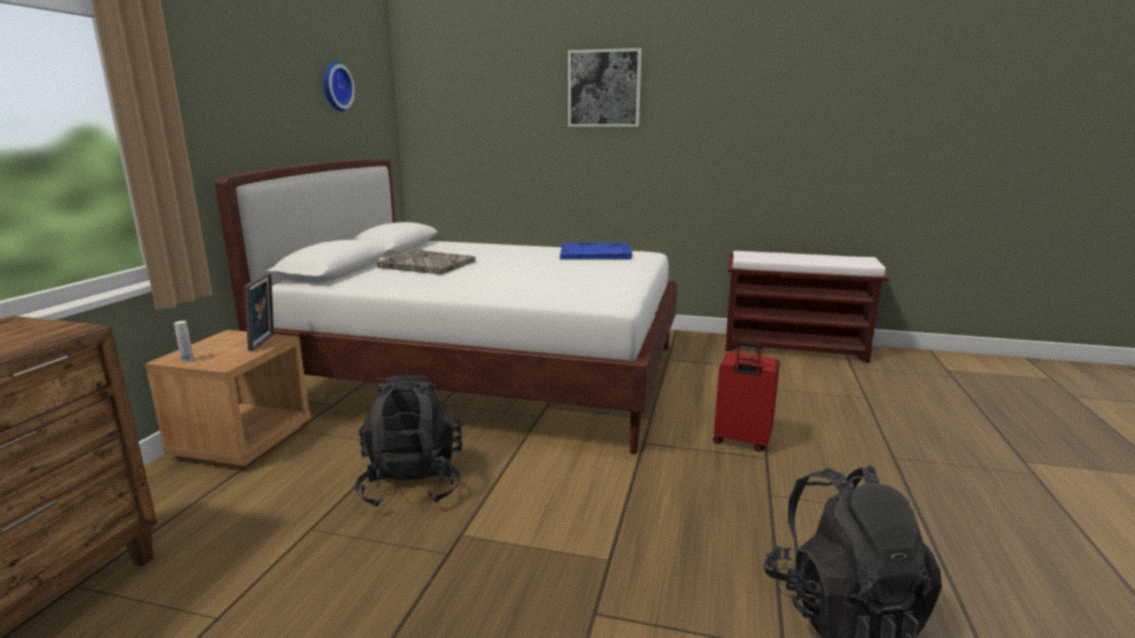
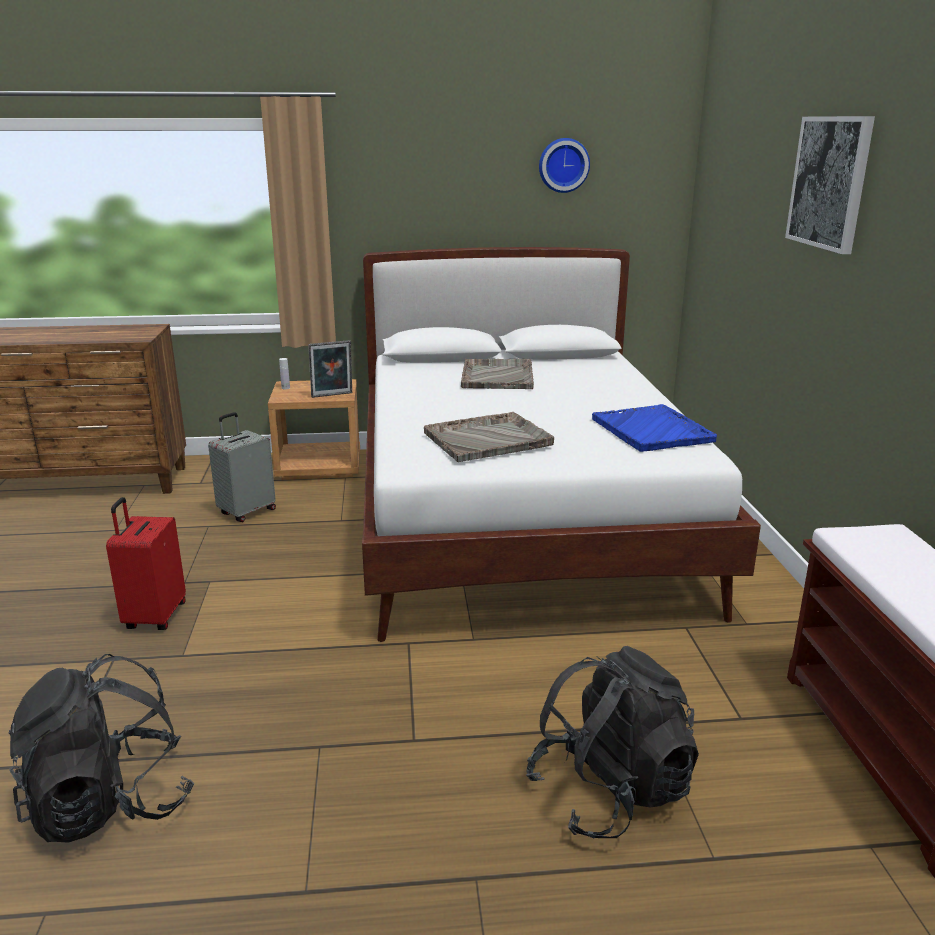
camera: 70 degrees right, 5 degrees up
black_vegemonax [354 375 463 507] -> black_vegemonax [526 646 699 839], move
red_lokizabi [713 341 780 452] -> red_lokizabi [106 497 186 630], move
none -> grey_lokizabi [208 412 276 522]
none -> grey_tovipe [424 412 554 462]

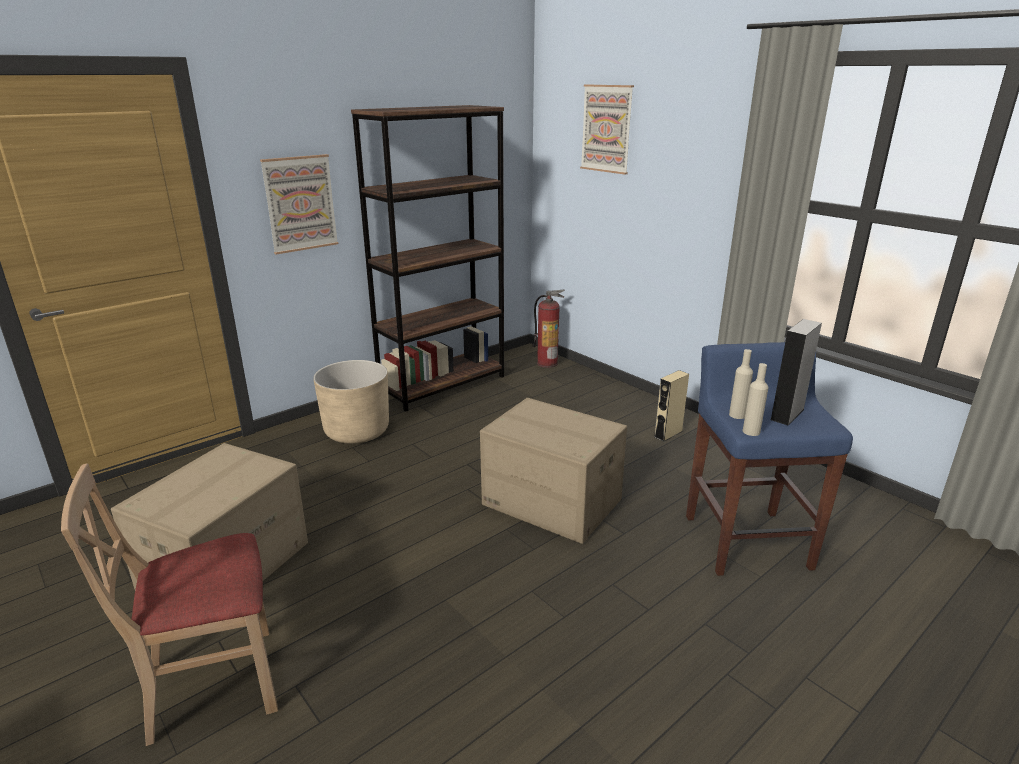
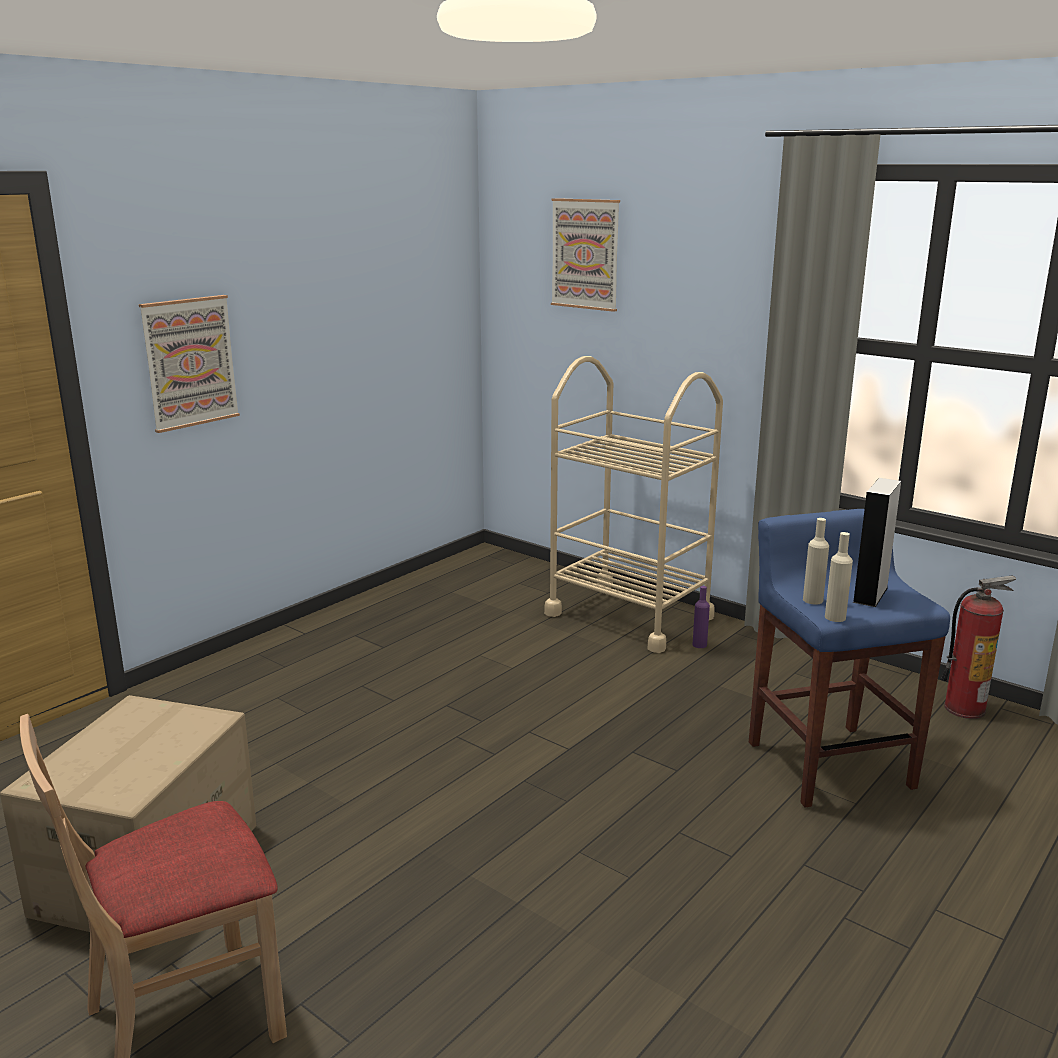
camera: 10 degrees left, 5 degrees down
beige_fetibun [313 360 389 444] -> none
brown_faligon [351 105 504 412] -> none
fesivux [480 398 627 544] -> none
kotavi [533 290 564 368] -> kotavi [941 576 1016 719], move
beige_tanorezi [654 370 689 441] -> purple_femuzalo [693 586 710 648]
none -> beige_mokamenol [544 356 723 653]

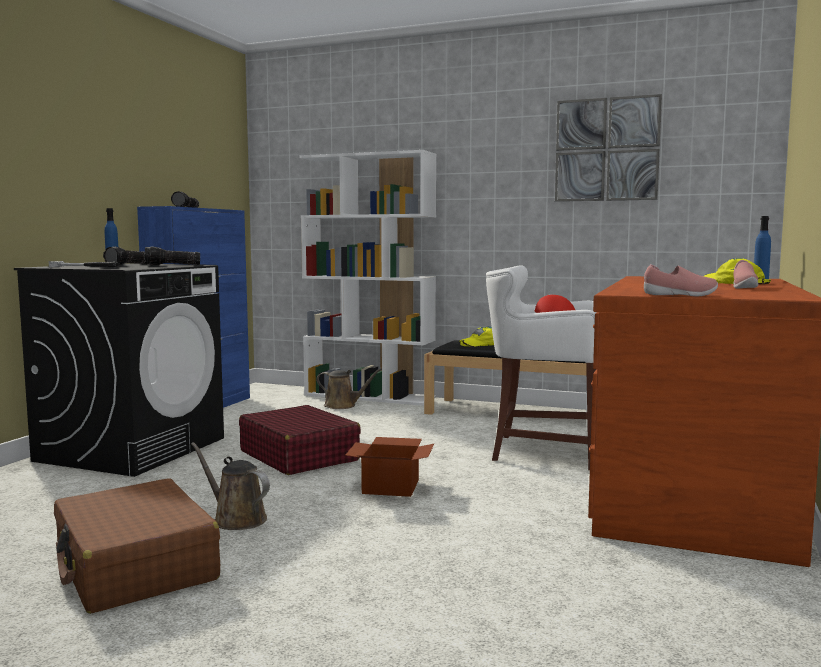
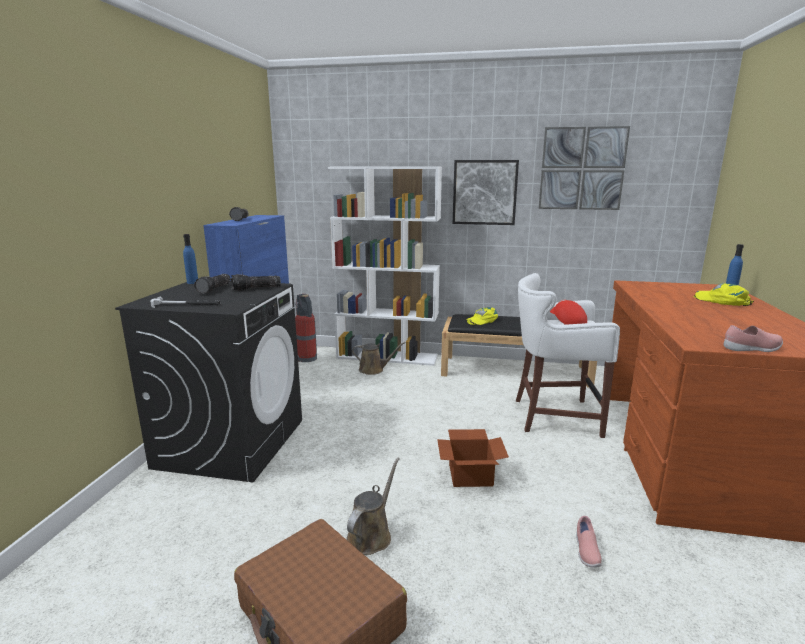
camera: 10 degrees left, 10 degrees up
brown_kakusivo [191 442 270 530] -> brown_kakusivo [346 457 400 555], 90 degrees clockwise
red_lokizabi [239 405 361 475] -> none
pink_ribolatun [733 260 758 288] -> pink_ribolatun [576 516 602 567], move
none -> kotavi [295 294 317 362]
none -> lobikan [453 160 519 225]

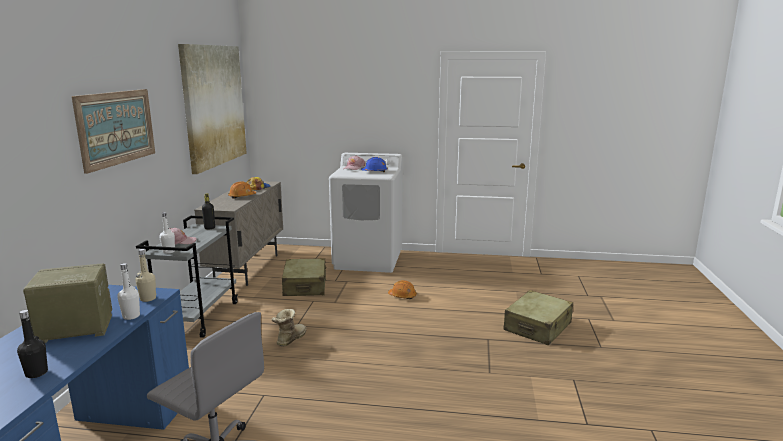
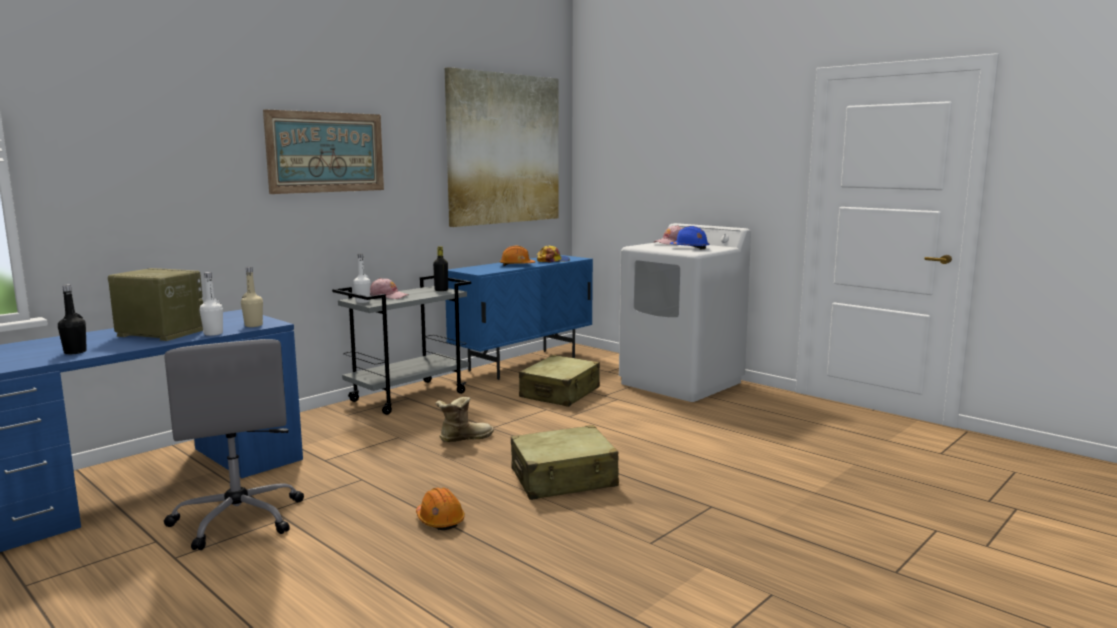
camera: 35 degrees right, 5 degrees down
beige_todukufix [194 181 283 286] -> blue_todukufix [446 255 593 380]
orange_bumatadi [388 280 417 299] -> orange_bumatadi [416 487 465 530], move
beige_lokizabi [503 290 573 346] -> beige_lokizabi [511 425 619 500], move

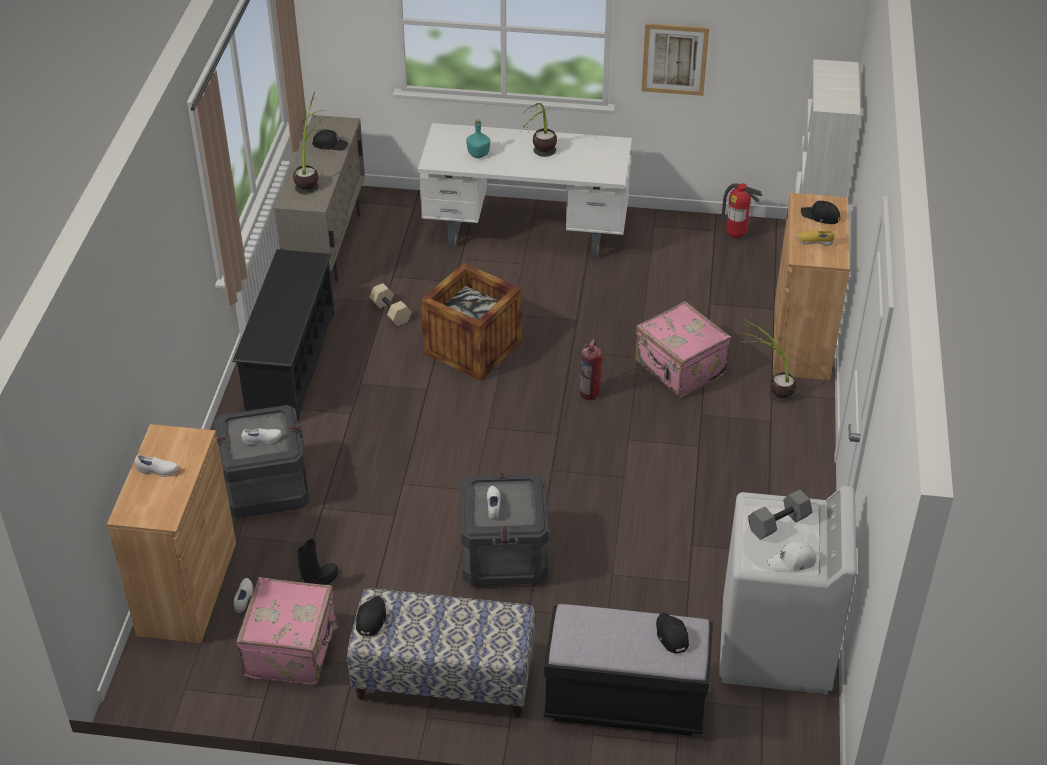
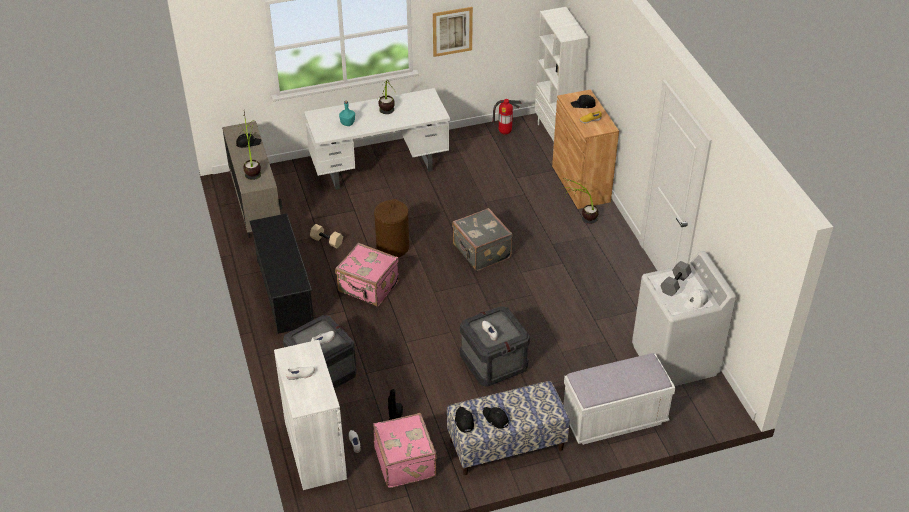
camera: 25 degrees left, 0 degrees up
brown_todukufix [107 424 236 643] -> white_todukufix [274 340 347 490]
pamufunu [421 263 521 381] -> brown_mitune [374 199 409 257]
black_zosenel [544 604 713 736] -> white_zosenel [563 353 676 445]
kotavi [580 339 603 400] -> grey_lokizabi [452 208 512 271]
pink_lokizabi [635 301 731 398] -> pink_lokizabi [335 243 399 306], move
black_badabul [656 613 689 654] -> black_badabul [483 407 509 429], move

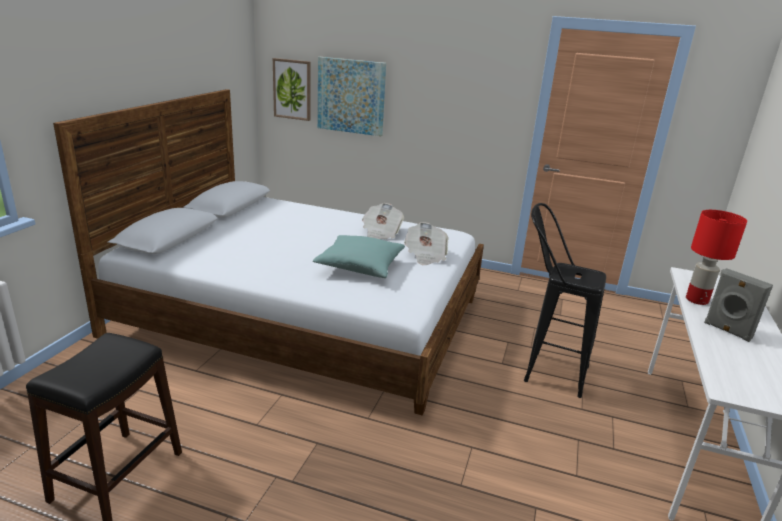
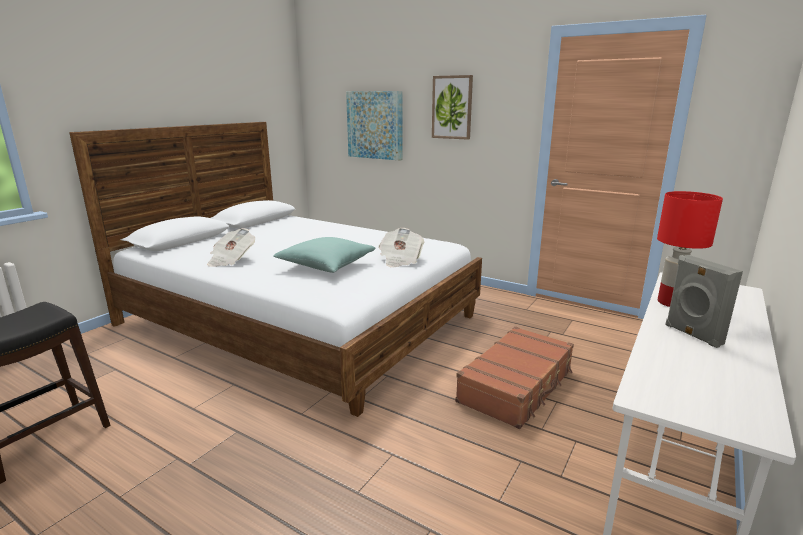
camera: 15 degrees right, 5 degrees down
lobikan [273 58 310 121] -> lobikan [432 75 473 140], move
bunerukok [362 203 404 239] -> bunerukok [207 228 255 267], move
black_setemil [524 203 606 398] -> brown_lokizabi [455 326 574 429]

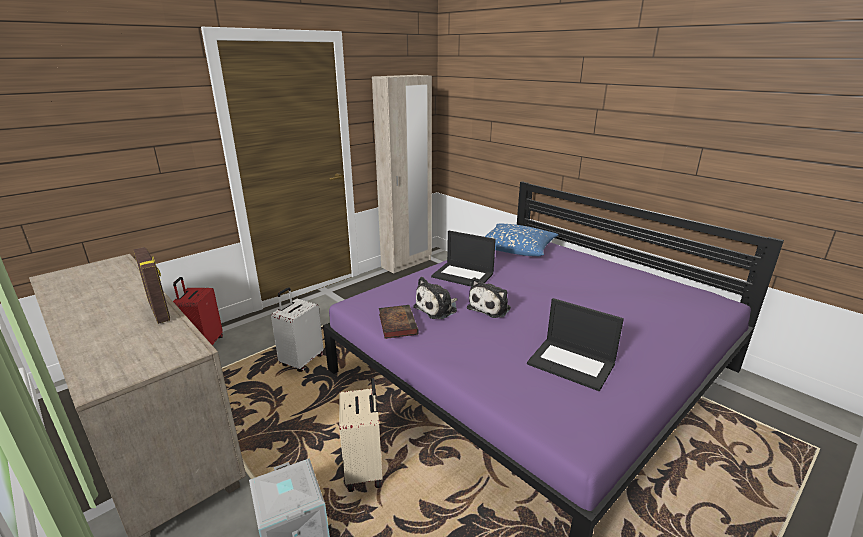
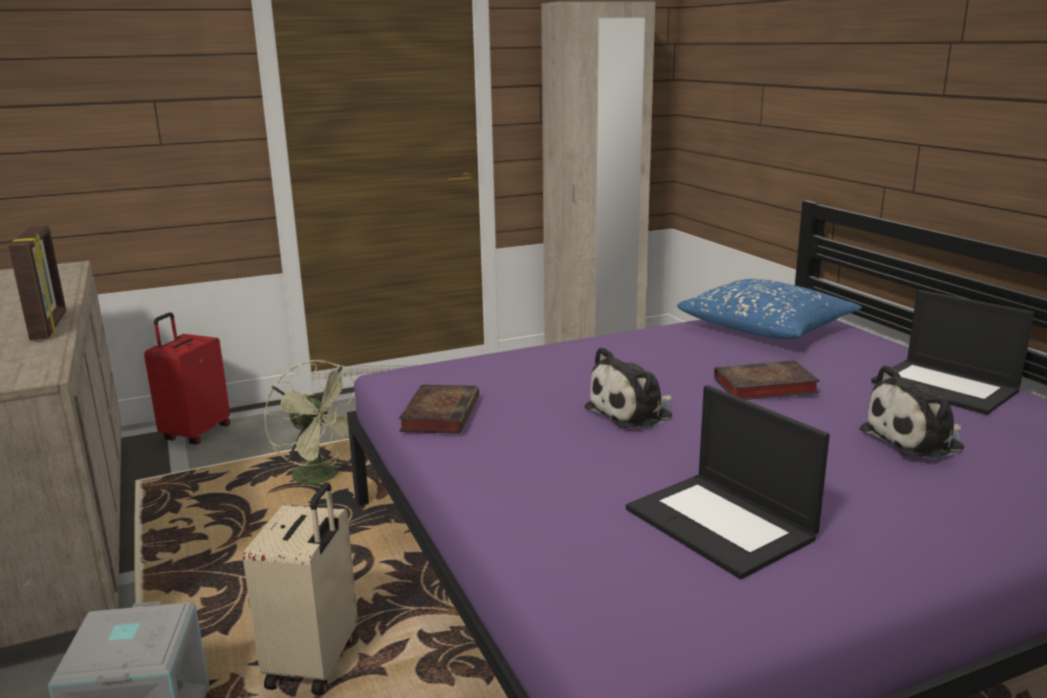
camera: 20 degrees right, 5 degrees down
white_lokizabi [271 287 323 372] -> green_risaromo [264 360 355 485]
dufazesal [413 277 458 319] -> dufazesal [860 365 964 460], move
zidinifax [431 231 496 286] -> zidinifax [871 290 1034 415], move
none -> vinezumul [714 360 820 400]

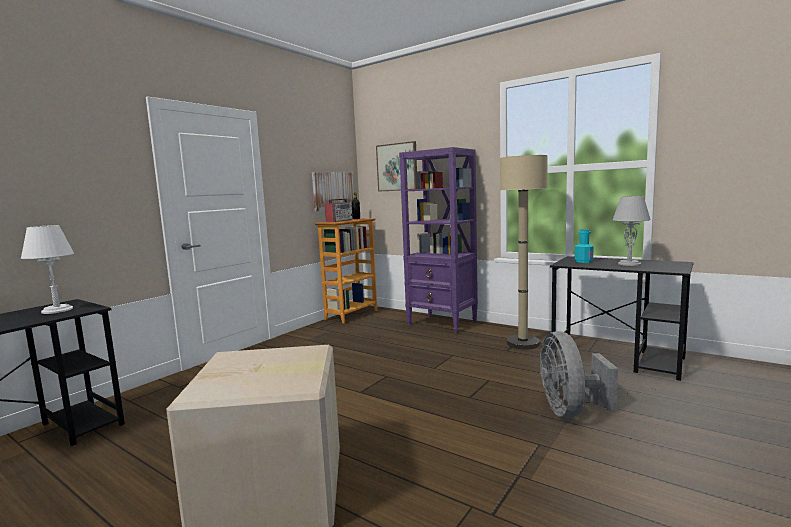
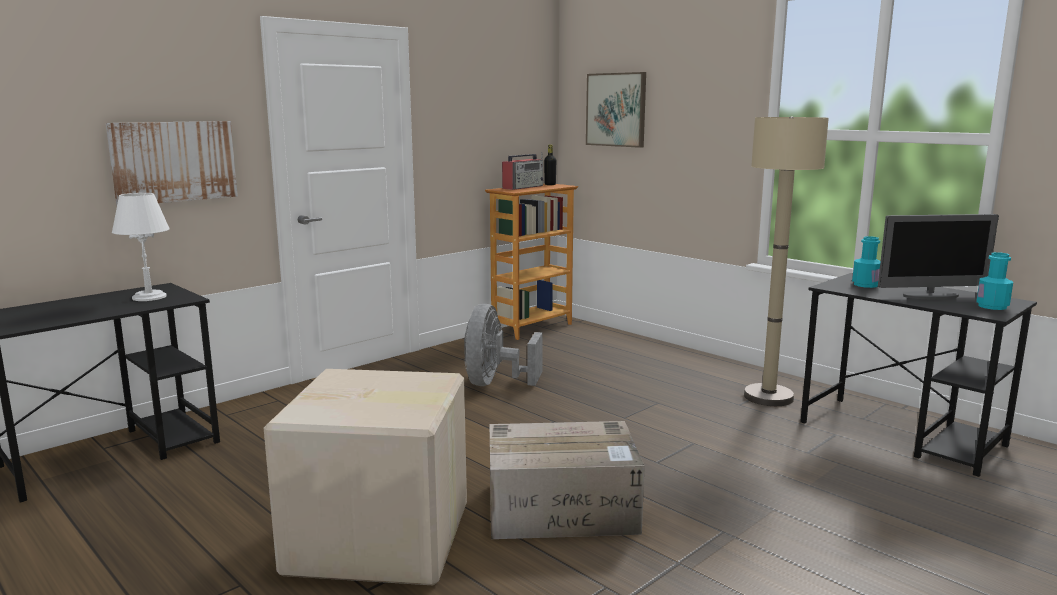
camera: 10 degrees right, 5 degrees up
lobikan [312 172 354 211] -> lobikan [106 121 238 206], move
purple_faligon [399 147 478 333] -> none
grey_risaromo [540 331 618 418] -> grey_risaromo [464 304 543 386], move
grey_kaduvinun [613 196 651 266] -> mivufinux [878 214 999 299]
none -> fesivux [490 421 645 539]
none -> turquoise_femuzalo [977 252 1013 310]

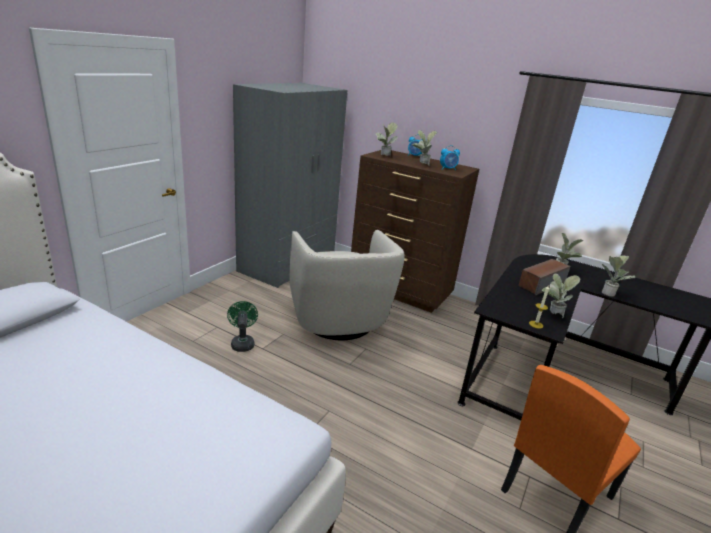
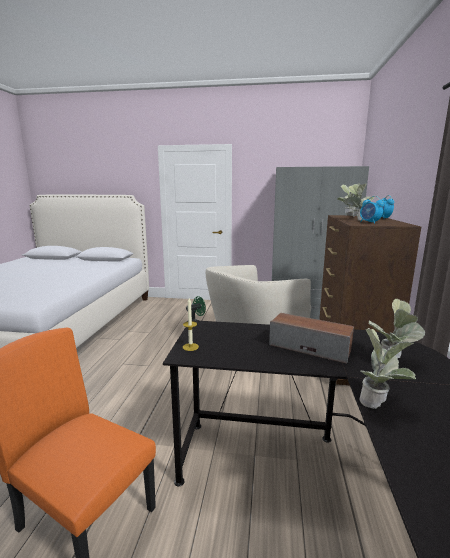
camera: 70 degrees right, 10 degrees down
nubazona [542 274 580 318] -> none

